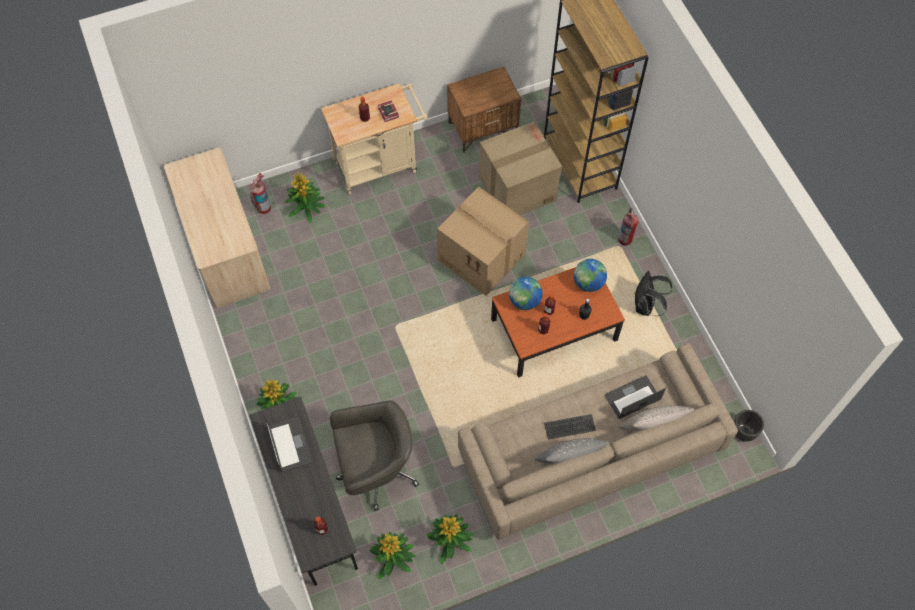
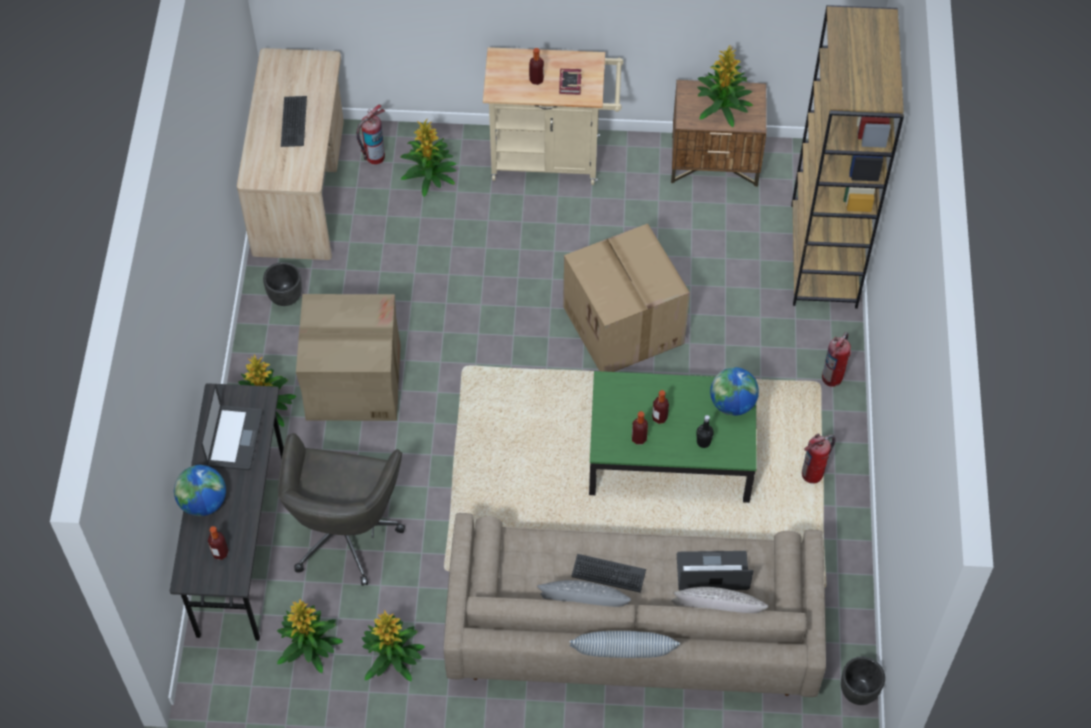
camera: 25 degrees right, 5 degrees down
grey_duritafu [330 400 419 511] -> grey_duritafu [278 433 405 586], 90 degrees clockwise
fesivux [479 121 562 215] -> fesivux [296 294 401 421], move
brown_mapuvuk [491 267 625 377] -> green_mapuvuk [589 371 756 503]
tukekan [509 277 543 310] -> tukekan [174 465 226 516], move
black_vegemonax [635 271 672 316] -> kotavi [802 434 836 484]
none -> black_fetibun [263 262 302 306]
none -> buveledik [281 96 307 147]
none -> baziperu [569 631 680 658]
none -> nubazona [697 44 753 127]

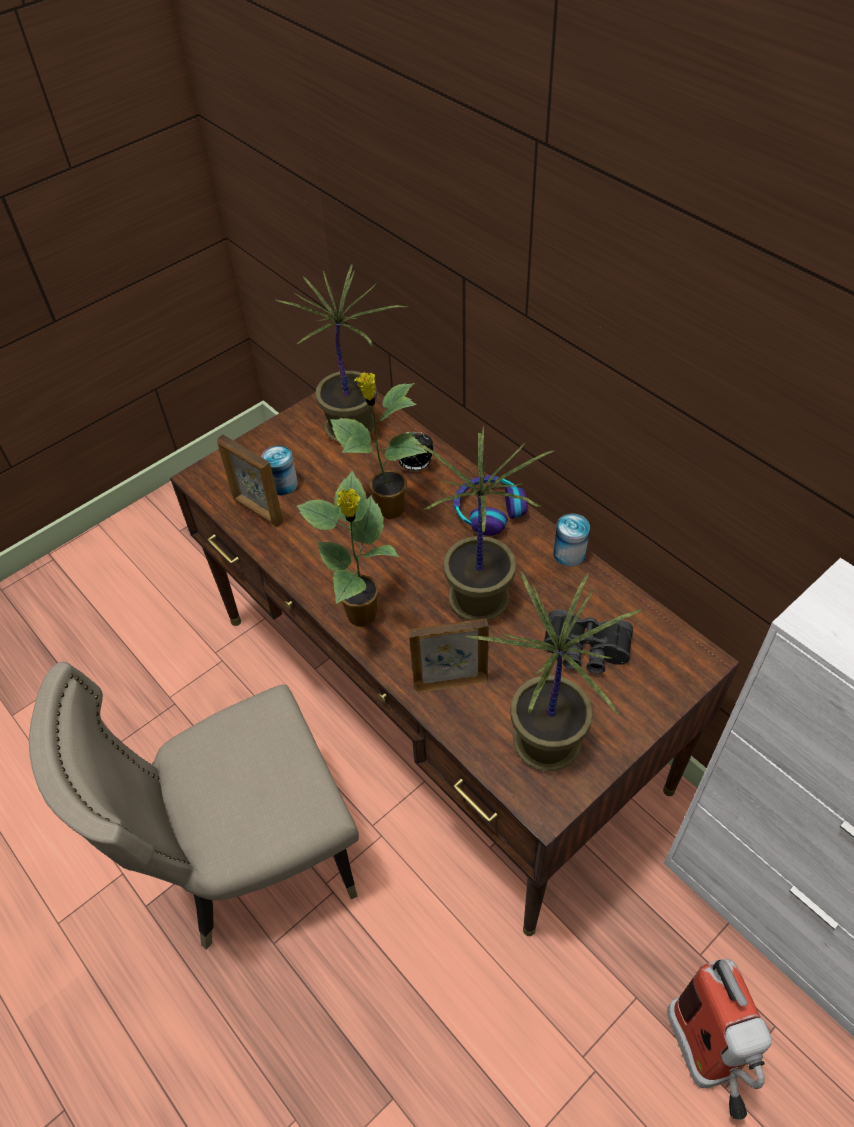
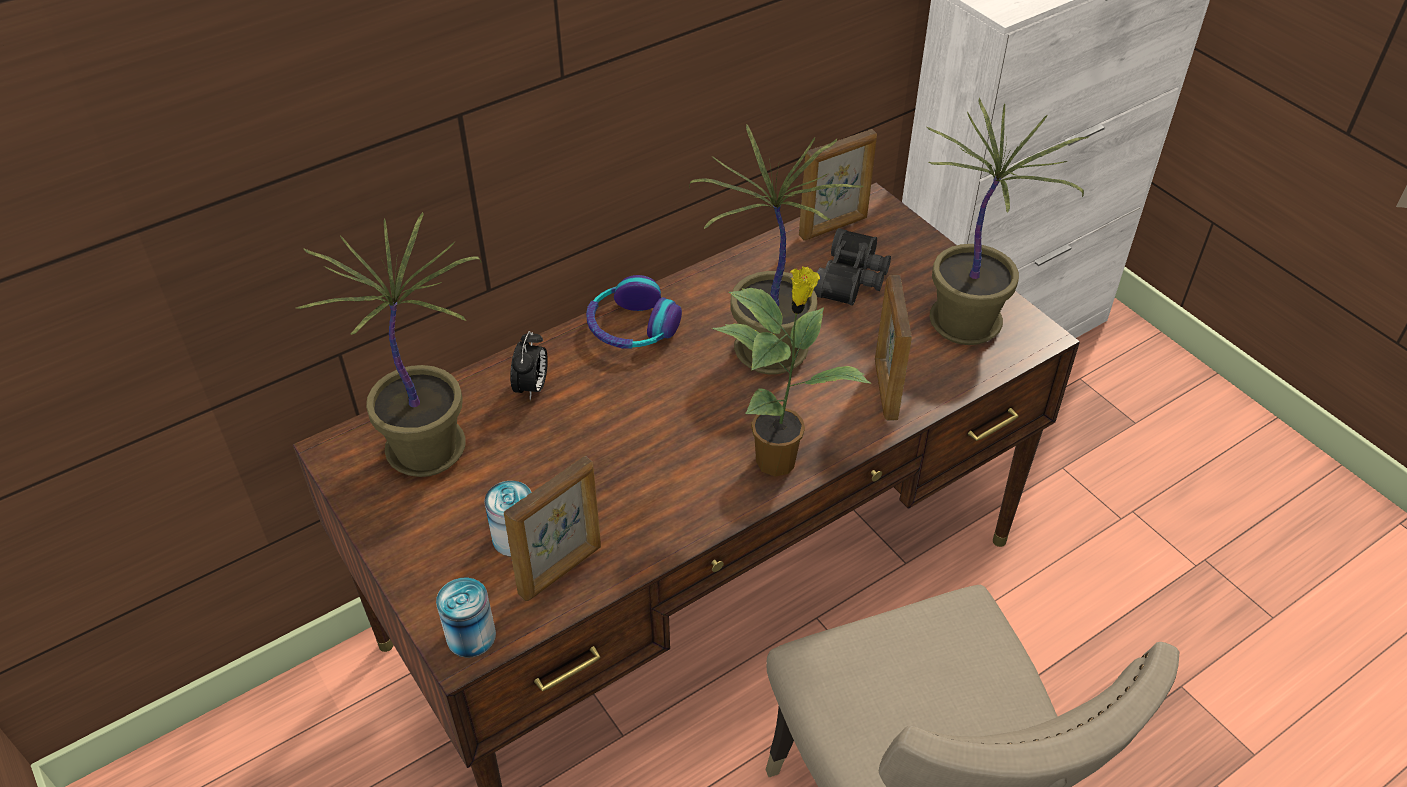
camera: 85 degrees left, 5 degrees down
nubazona [330 373 427 519] -> none
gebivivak [553 514 590 567] -> gebivivak [436 578 496 658], move
kotavi [667 959 772 1120] -> none
none -> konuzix [799 129 877 241]

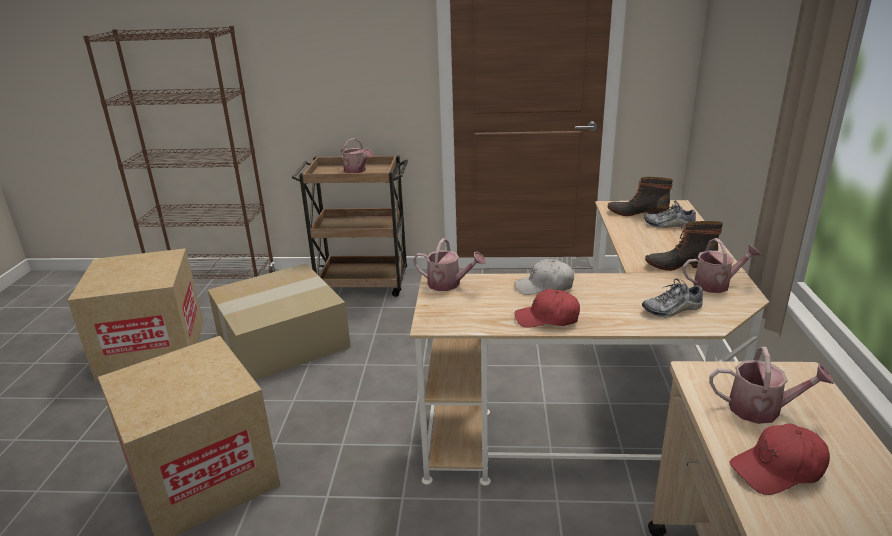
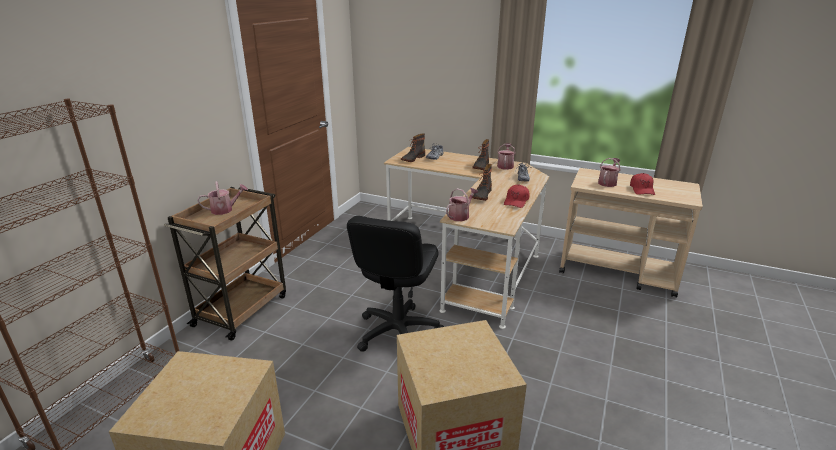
camera: 70 degrees left, 0 degrees up
fesivux [208 263 351 380] -> none
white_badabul [515 259 574 295] -> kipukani [472 164 492 201]
none -> black_duritafu [347 216 444 352]

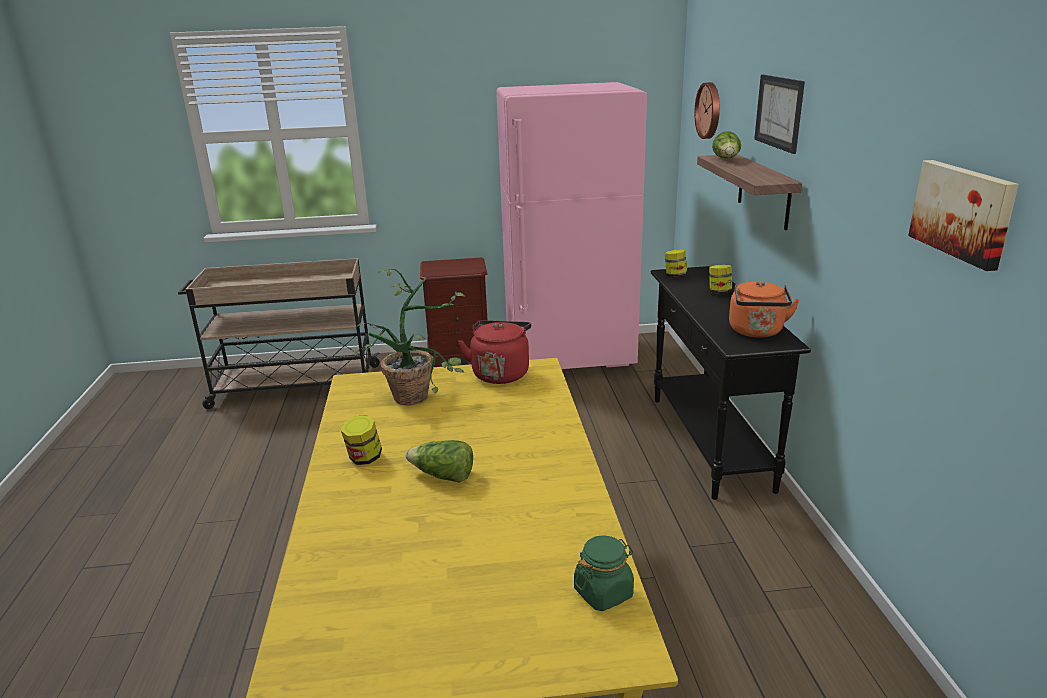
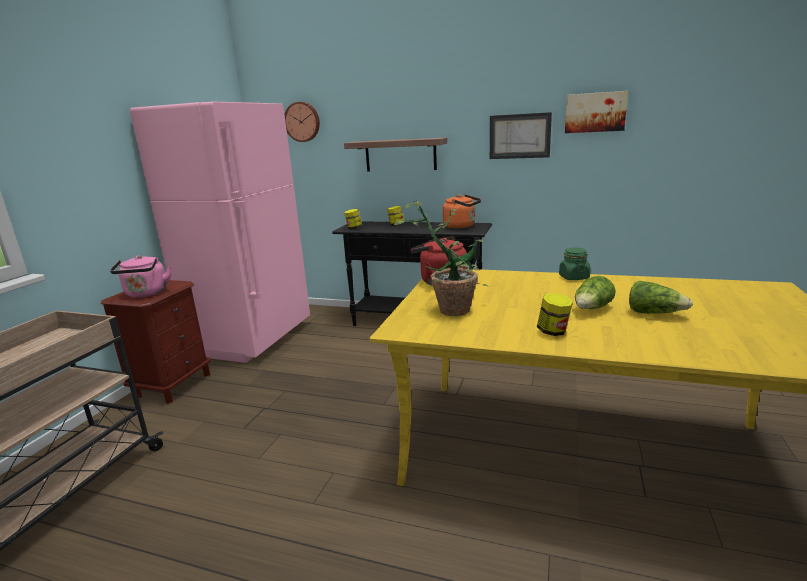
camera: 65 degrees left, 5 degrees down
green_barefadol [574 535 634 611] -> green_barefadol [559 248 591 280], move
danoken [712 131 741 159] -> danoken [629 281 693 314], move
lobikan [754 75 805 154] -> lobikan [490 112 552 159], move
none -> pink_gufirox [110 255 172 298]

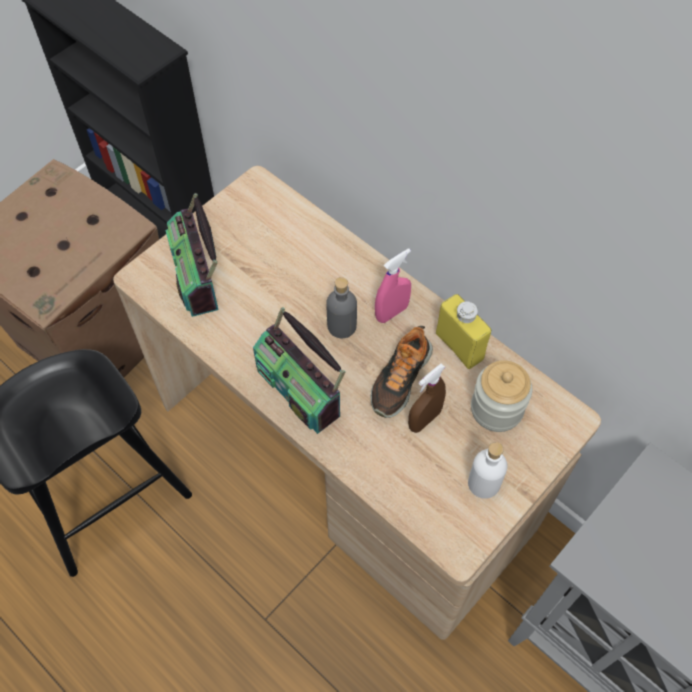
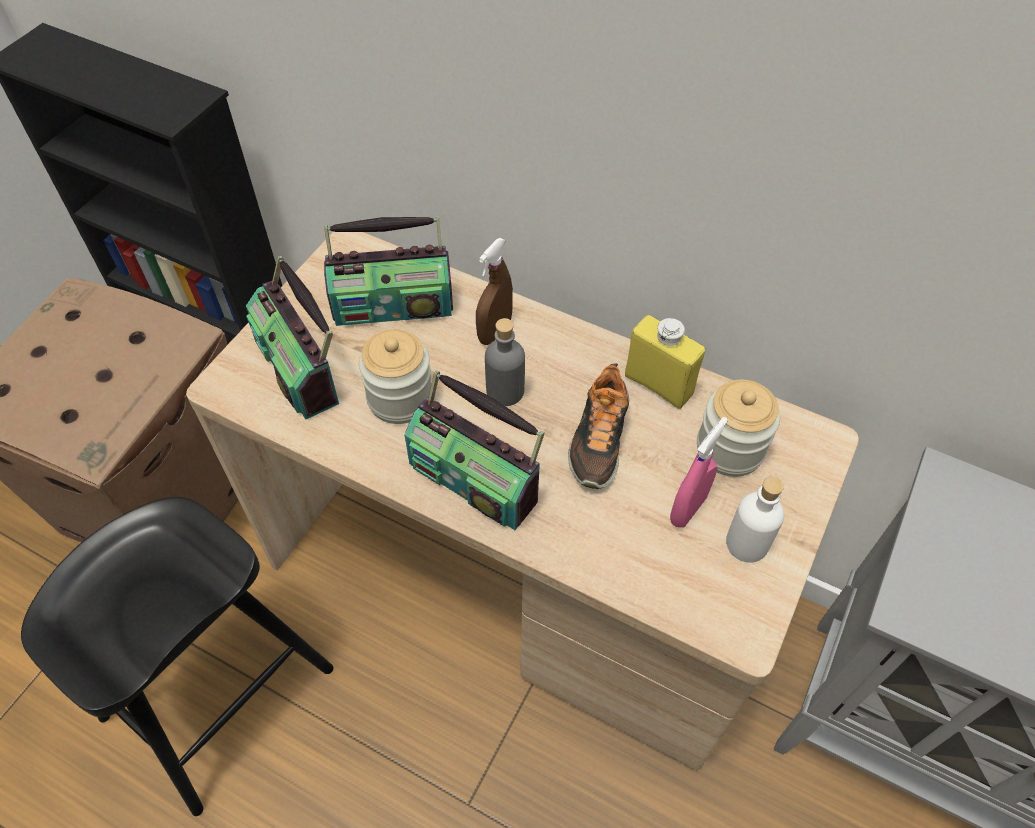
camera: 15 degrees left, 5 degrees down
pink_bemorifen [375 248 411 323] -> pink_bemorifen [670 417 728 527], move
brown_bemorifen [408 364 446 433] -> brown_bemorifen [476 238 513 345], move
none -> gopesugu [324 216 453 326]
none -> barefadol [359 329 432 424]

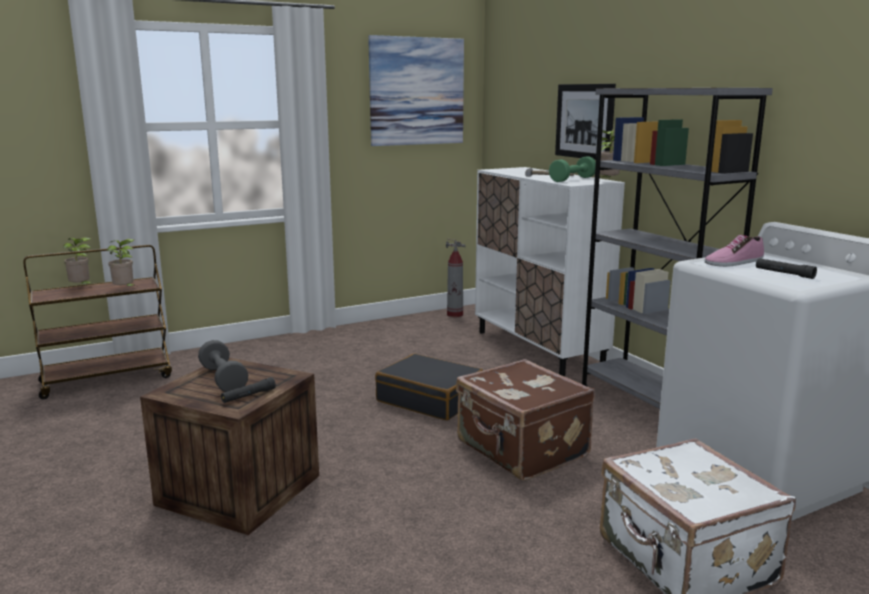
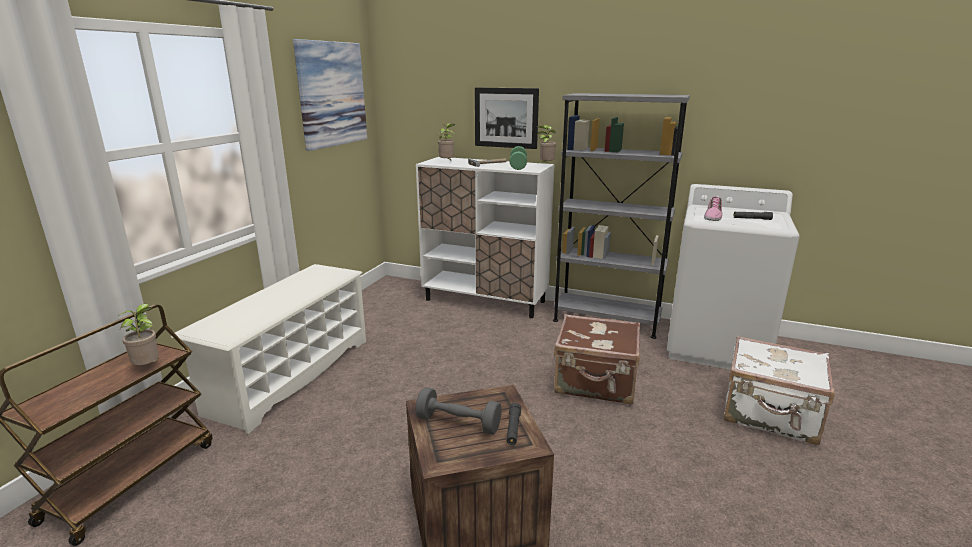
camera: 40 degrees left, 5 degrees up
nubazona [63 237 91 284] -> nubazona [438 123 455 160], move
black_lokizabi [375 354 483 420] -> none
kotavi [446 239 466 317] -> none
none -> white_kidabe [171 264 366 434]

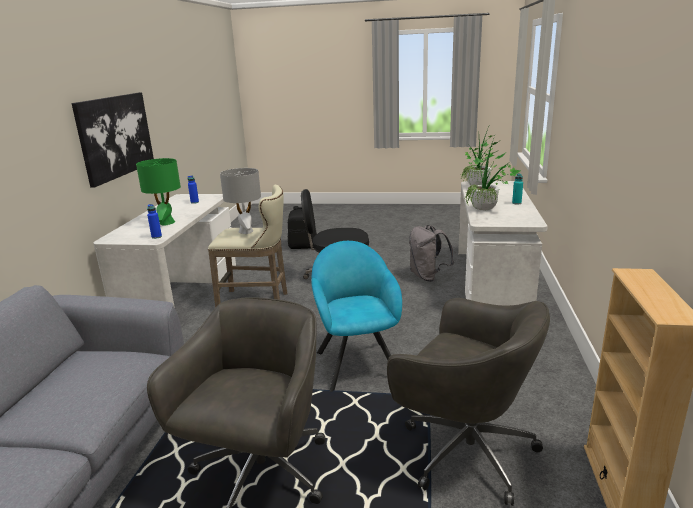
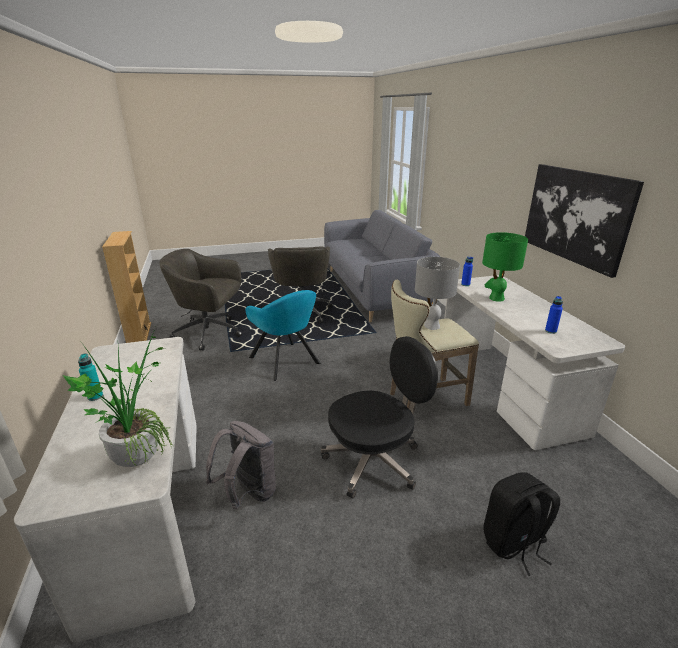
camera: 155 degrees right, 5 degrees up
nubazona [466 136 520 211] -> none

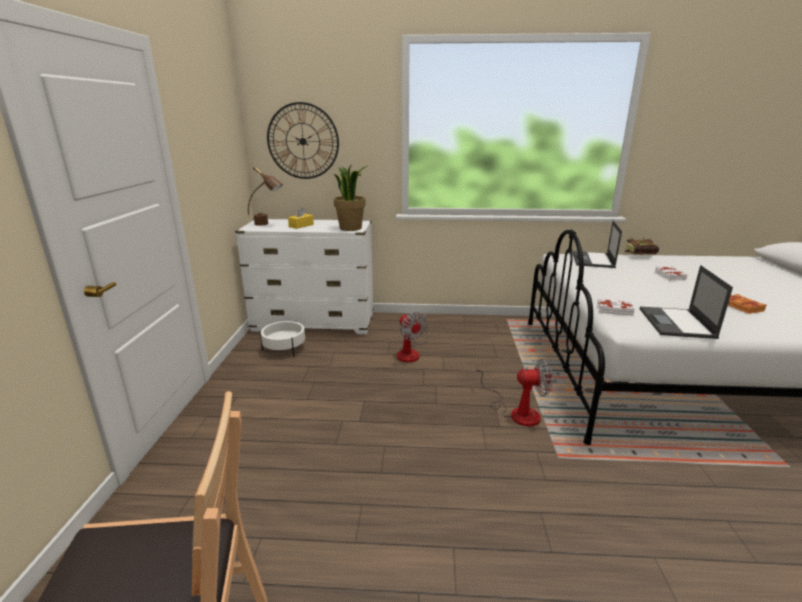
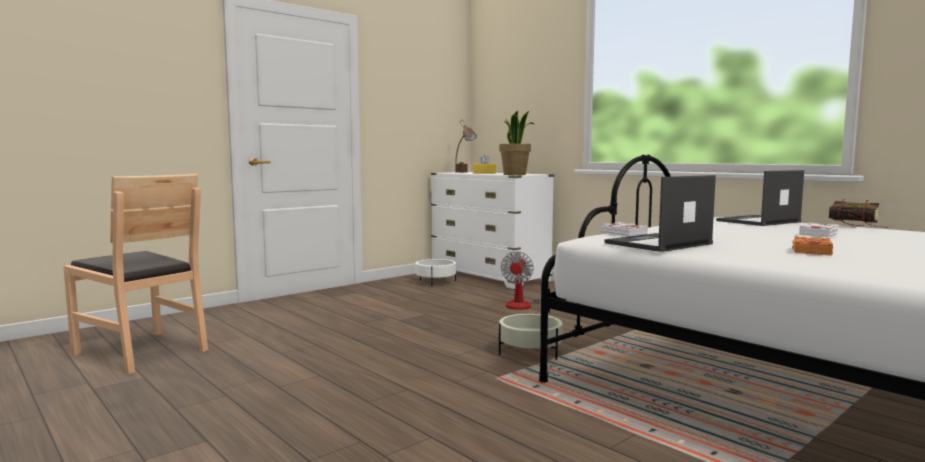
camera: 45 degrees right, 15 degrees down
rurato [267 102 339 179] -> none
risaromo [476 359 553 427] -> beige_fetibun [499 313 563 360]

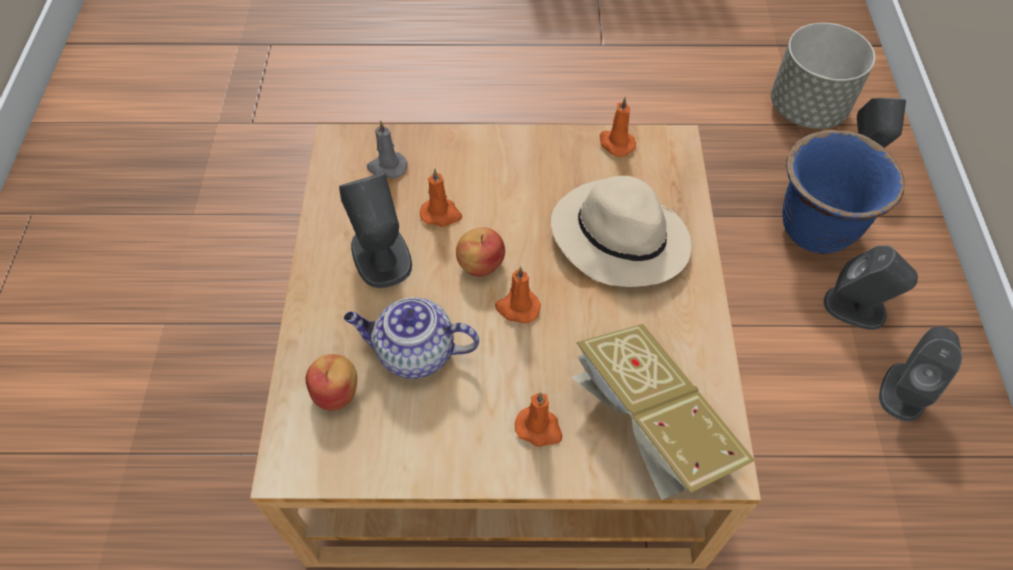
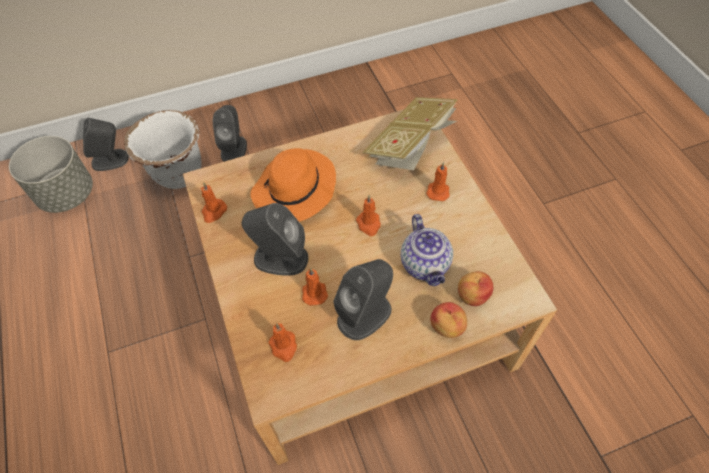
camera: 110 degrees left, 0 degrees up
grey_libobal [367 120 407 179] -> orange_libobal [269 323 297 362]
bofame [456 227 505 277] -> bofame [430 302 467 338], move
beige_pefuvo [551 176 692 287] -> orange_pefuvo [250 148 336 222]
blue_fetibun [782 130 905 254] -> white_fetibun [124 110 202 189]
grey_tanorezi [879 326 962 421] -> grey_tanorezi [242 203 308 276], move

